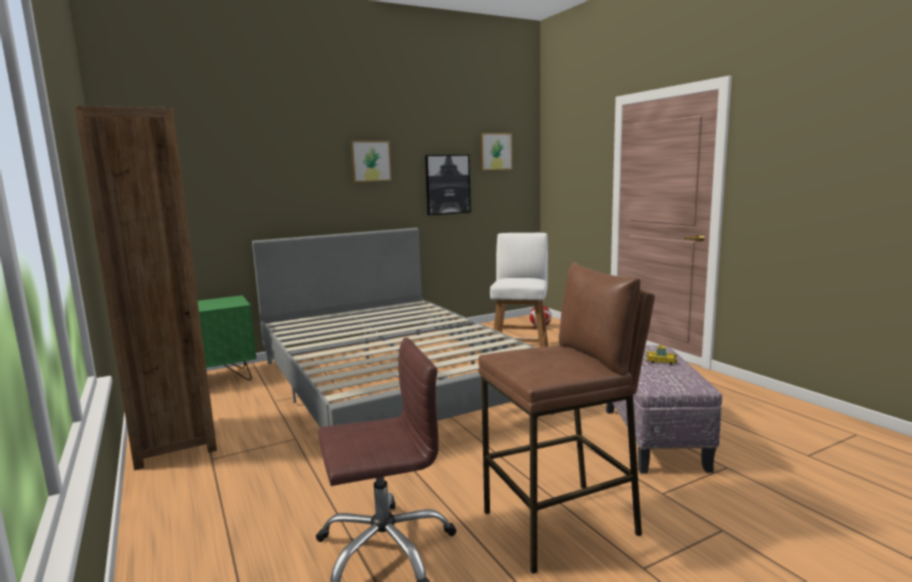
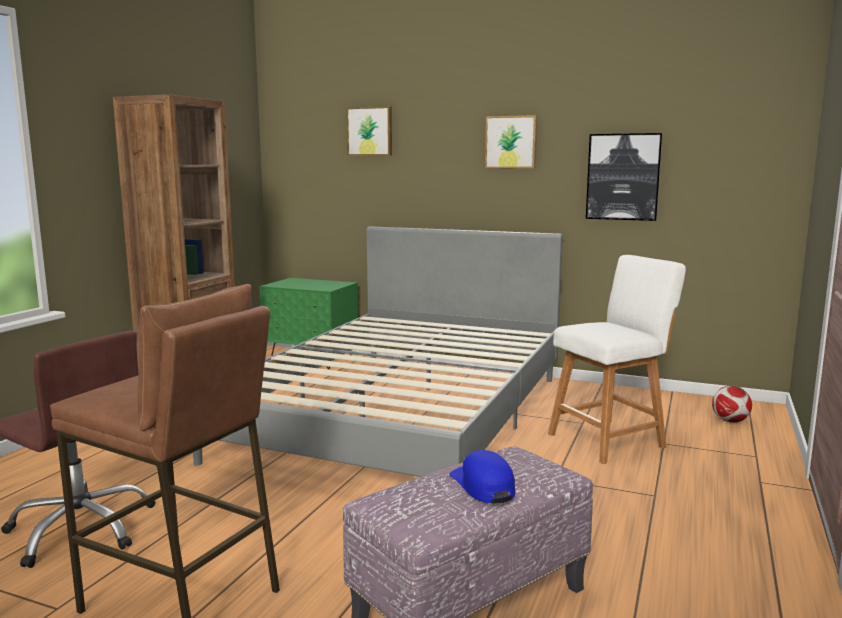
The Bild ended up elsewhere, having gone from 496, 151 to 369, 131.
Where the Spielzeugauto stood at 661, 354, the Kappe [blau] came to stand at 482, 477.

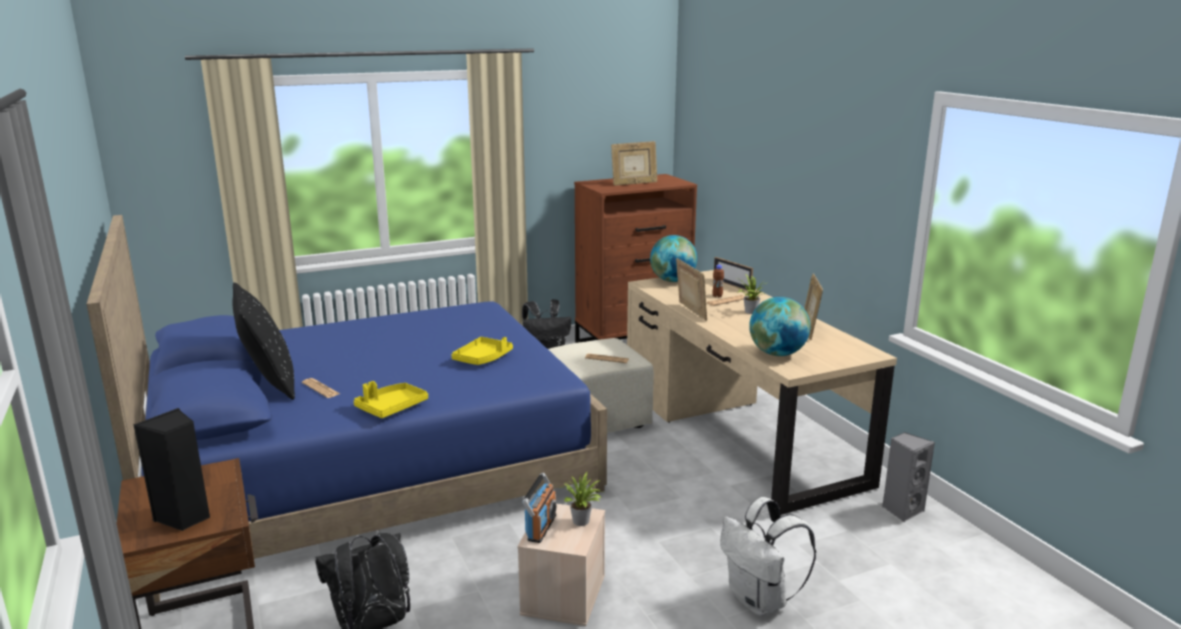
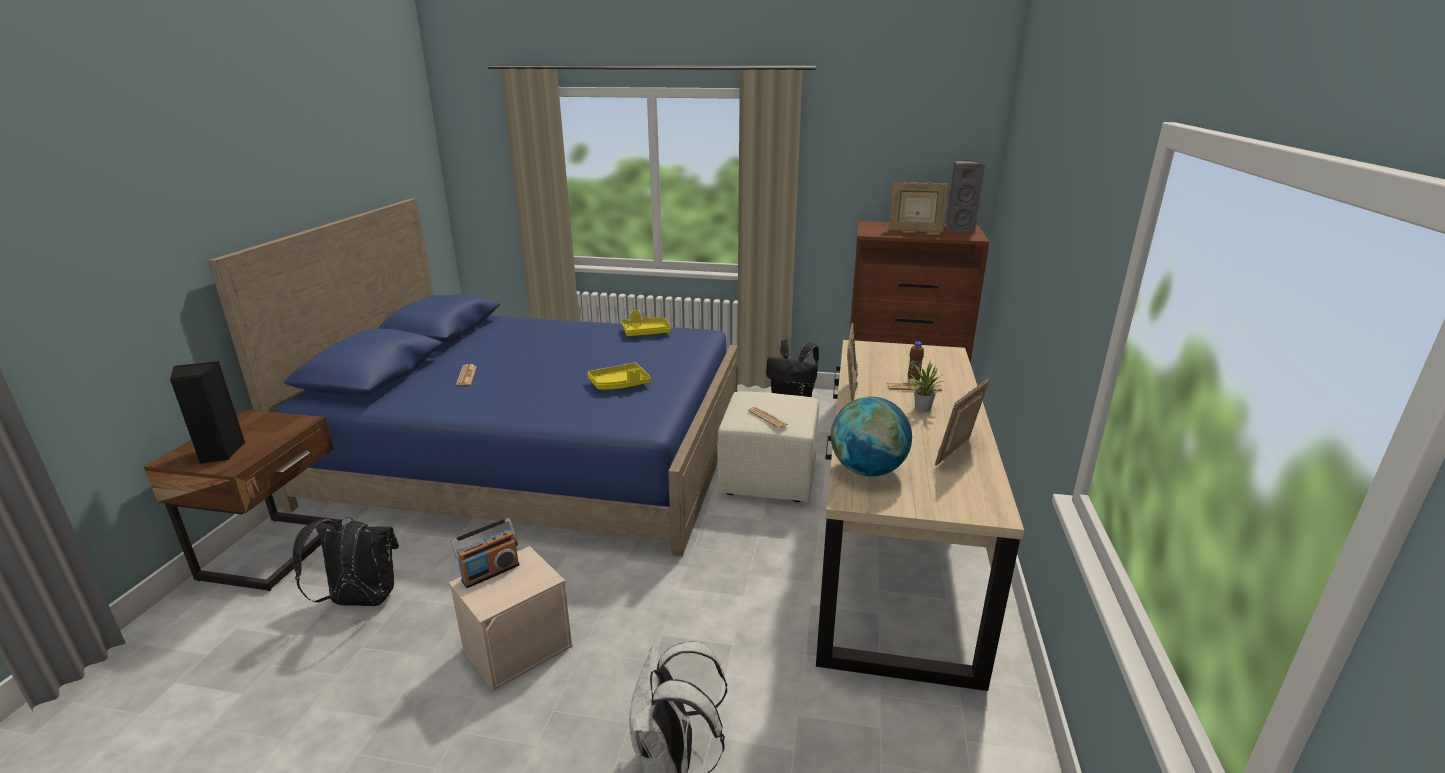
The second view lost the Globus at 673, 258.
The second view lost the Bilderrahmen at 733, 273.
The second view lost the Kissen [schwarz] at 264, 341.
The Tablett [gelb] ended up elsewhere, having gone from 391, 399 to 646, 323.
The Lautsprecher [grau] ended up elsewhere, having gone from 908, 477 to 965, 196.
The second view lost the Topfpflanze at 580, 499.

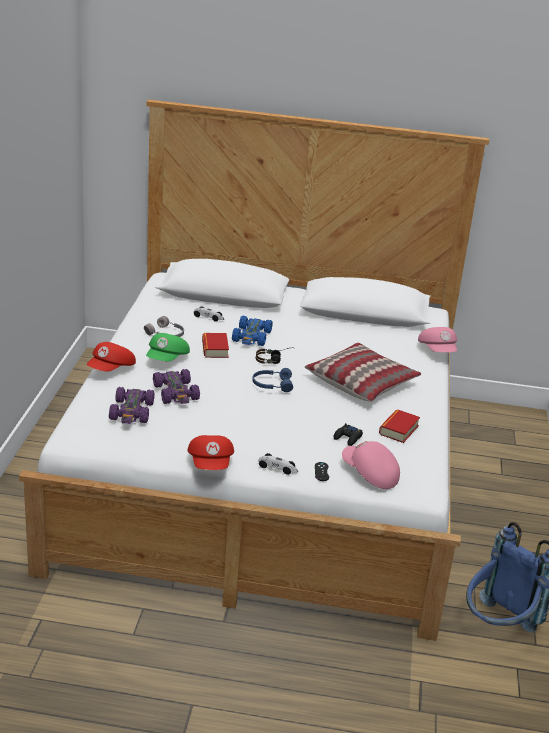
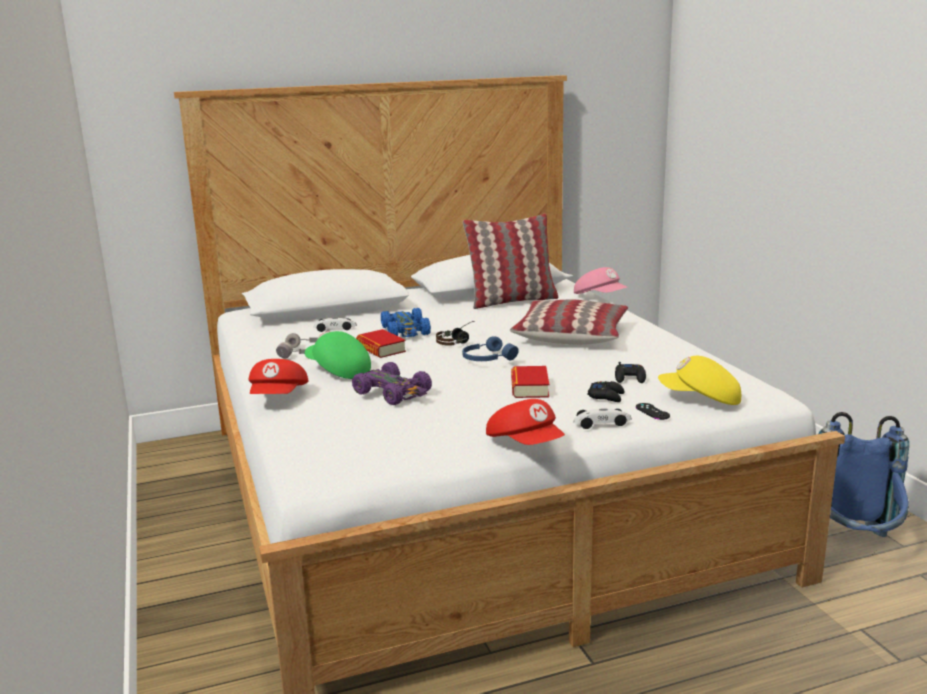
The Kappe [grün] at 168, 347 ended up facing another way, 135 degrees clockwise from before.
The second view lost the Spielzeugauto [lila] at 132, 405.
The Buch ended up elsewhere, having gone from 399, 426 to 530, 382.
What was the Kappe [rosa] at 371, 465 turned into the Kappe [gelb] at 699, 380.
The second view gained the Kissen at 510, 261.
The second view gained the Gamepad [schwarz] at 606, 391.

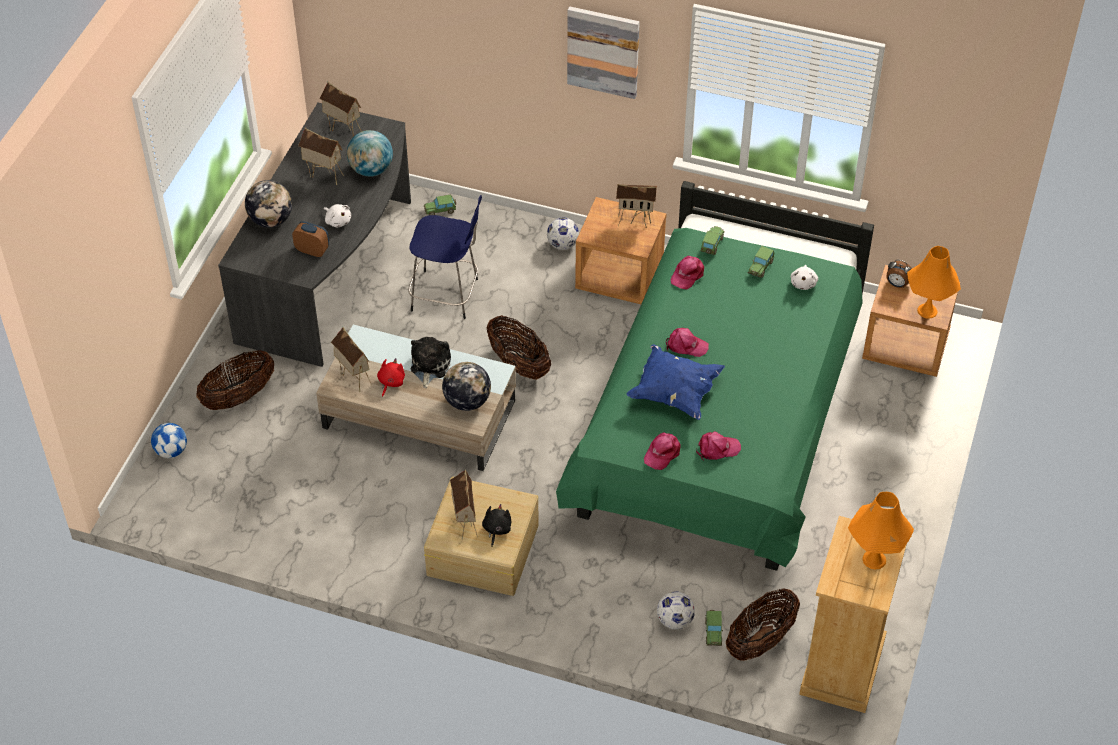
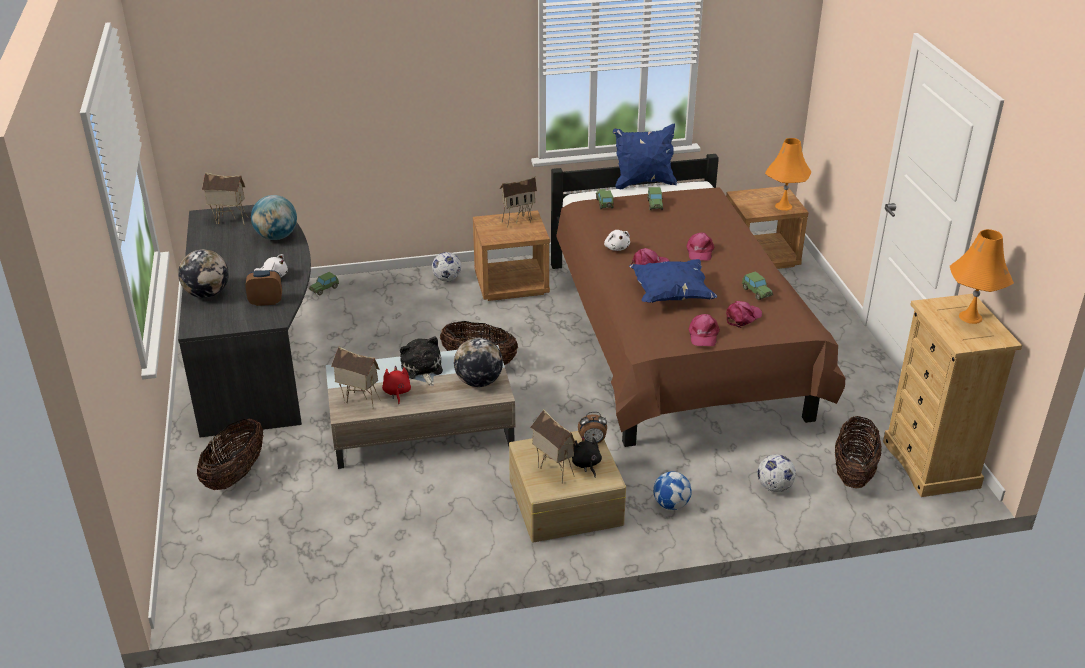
The second view lost the Bild at 603, 52.
The second view lost the Spielzeughaus at 321, 156.
What was the Bett [grün] at 715, 376 turned into the Bett [braun] at 698, 300.
The second view lost the Hocker [blau] at 445, 257.
The Kappe [rosa] ended up elsewhere, having gone from 687, 272 to 700, 246.
The Wecker ended up elsewhere, having gone from 899, 274 to 592, 427.
The Plüschtier [weiß] ended up elsewhere, having gone from 804, 277 to 617, 240.
The Fußball ended up elsewhere, having gone from 169, 440 to 672, 490.
The Spielzeugauto ended up elsewhere, having gone from 714, 628 to 758, 285.
The second view gained the Kissen [blau] at 645, 157.

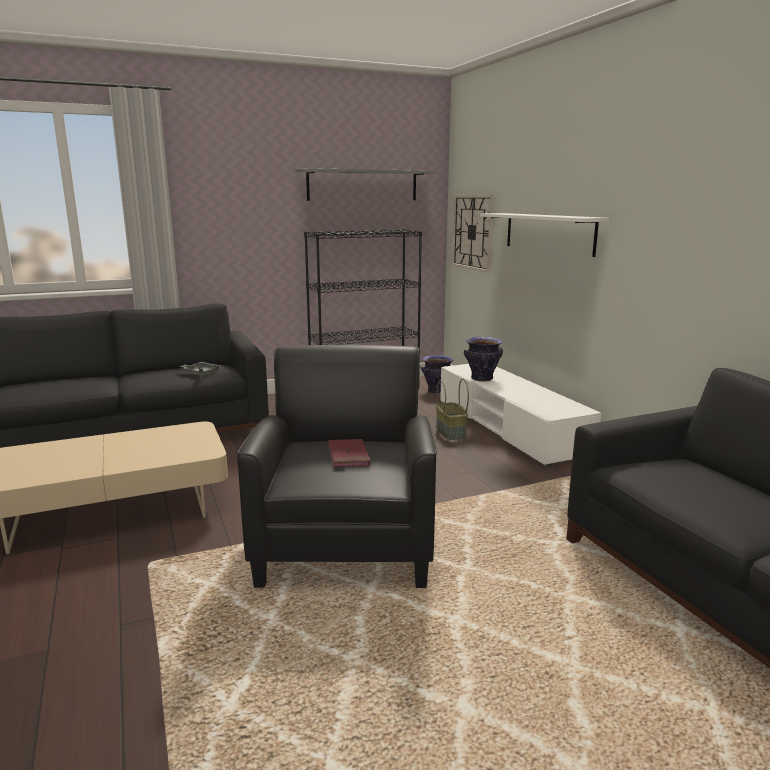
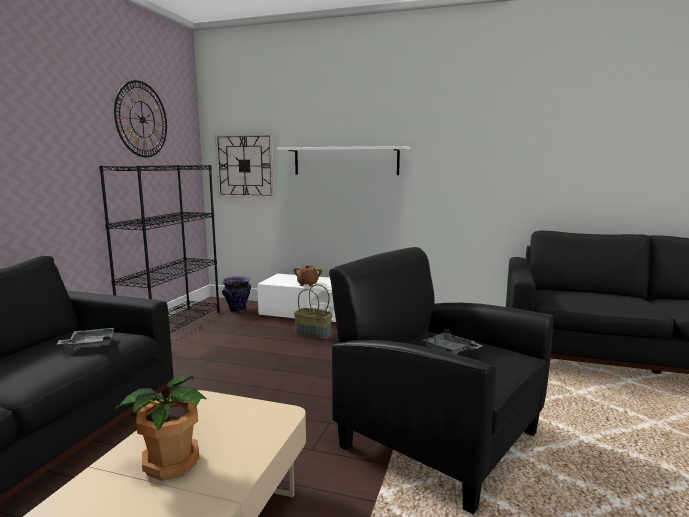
Where the Wandregal [grau] hung at 365, 184, the Wanduhr came to hang at 140, 118.
Where the Vase stood at 483, 359, the Teekanne [braun] came to stand at 307, 275.
Where the Buch [rot] stood at 349, 453, the Tablett [grau] came to stand at 453, 341.
The second view gained the Topfpflanze at 161, 428.

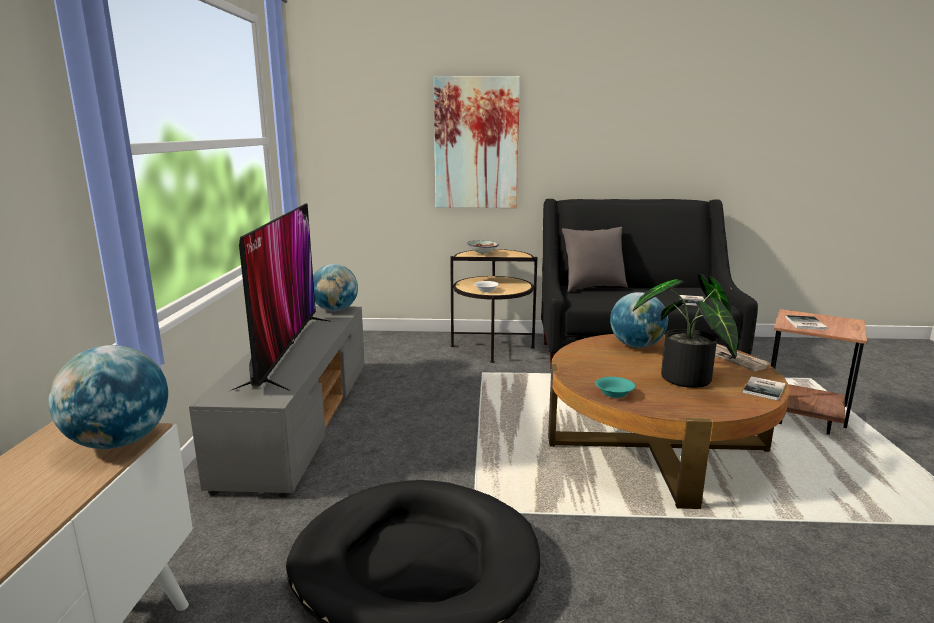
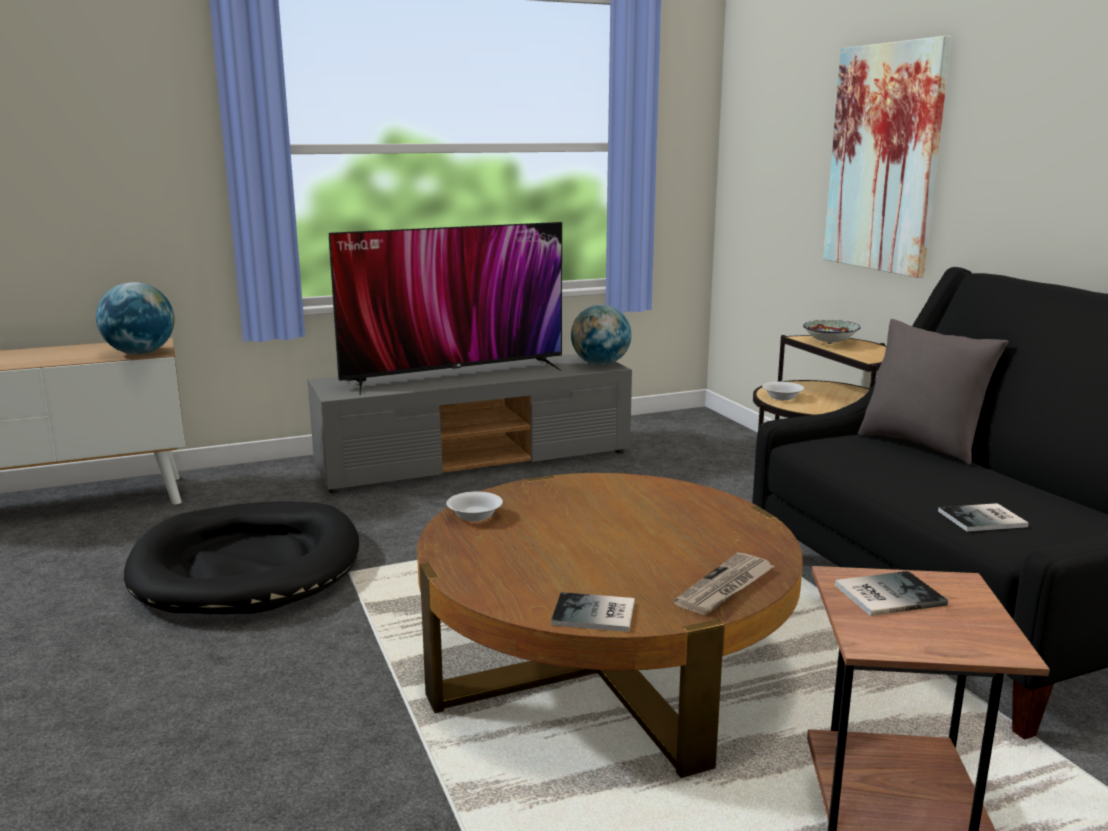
The second view lost the Topfpflanze at 685, 331.
The second view lost the Globus at 639, 320.
What was the Schüssel [türkis] at 615, 387 turned into the Schüssel [weiß] at 474, 507.

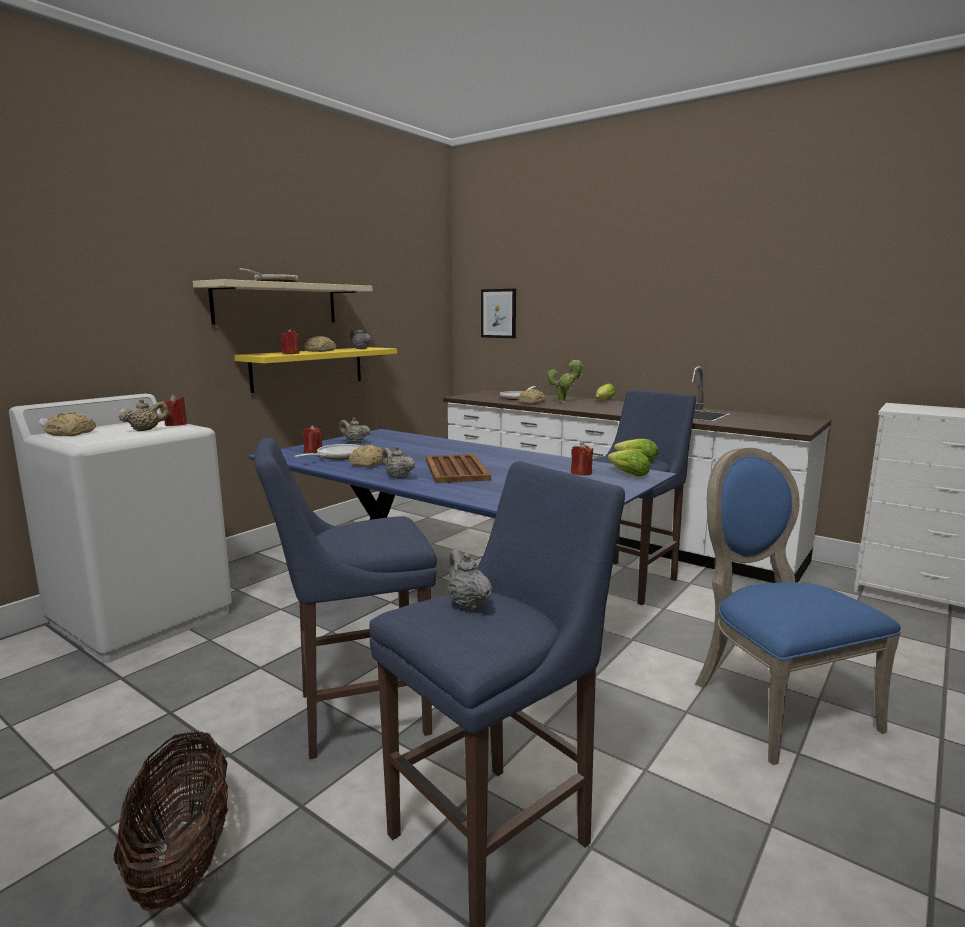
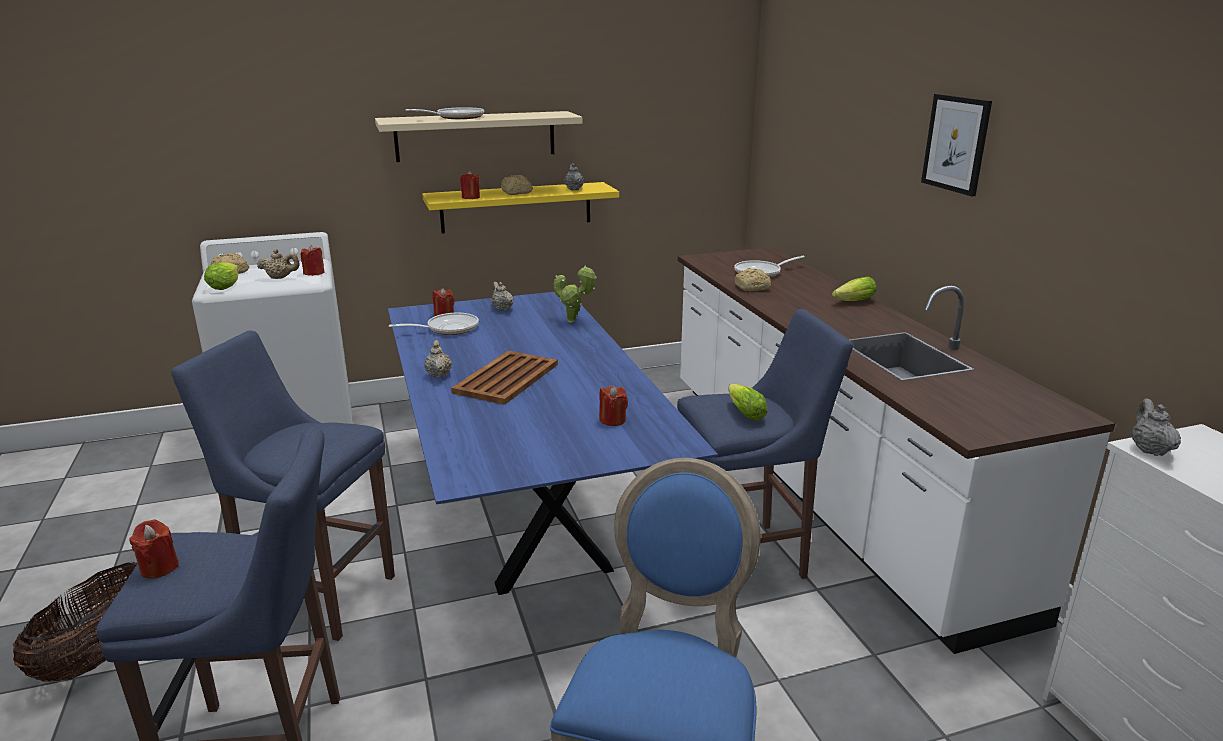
The Bild ended up elsewhere, having gone from 498, 313 to 956, 145.
The Topfpflanze ended up elsewhere, having gone from 565, 381 to 575, 294.
The second view lost the Brot at 366, 456.
The Salatkopf ended up elsewhere, having gone from 629, 463 to 221, 276.
The Teekanne [grau] ended up elsewhere, having gone from 470, 579 to 1156, 427.
The second view gained the Kerze [rot] at 154, 549.

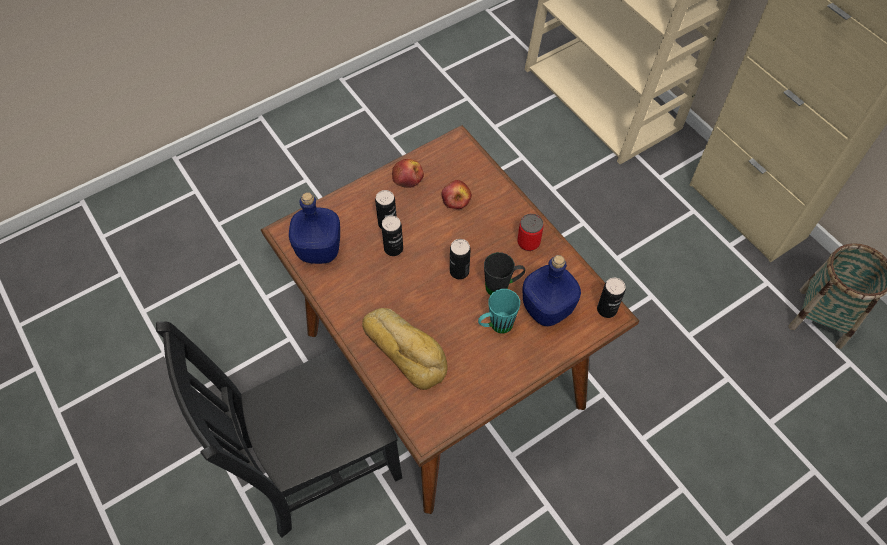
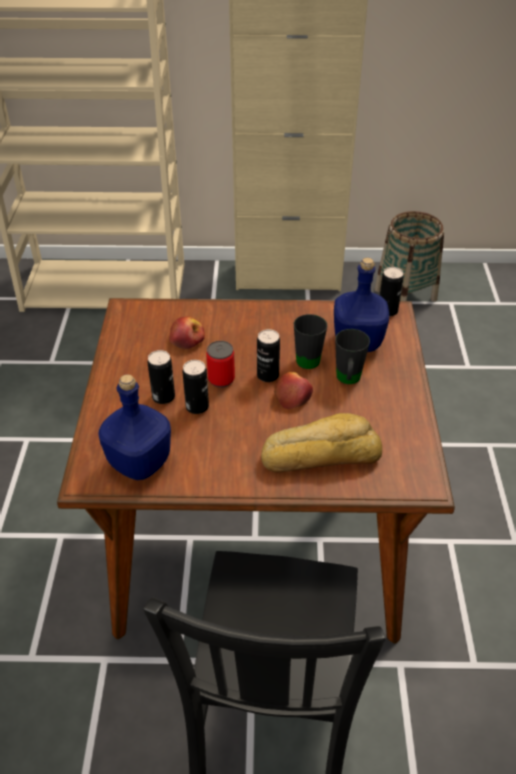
The Apfel ended up elsewhere, having gone from 408, 173 to 293, 390.
The Dose ended up elsewhere, having gone from 530, 232 to 220, 364.
What was the Henkelbecher [türkis] at 499, 311 turned into the Henkelbecher [schwarz] at 352, 356.

